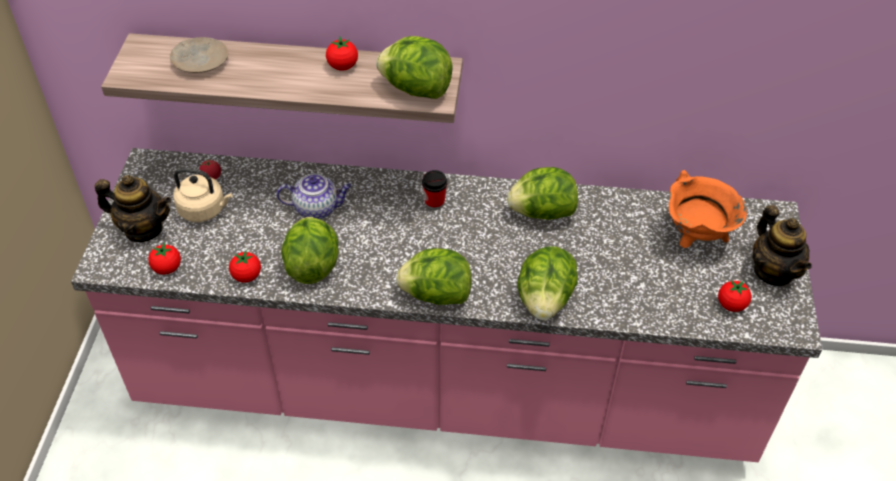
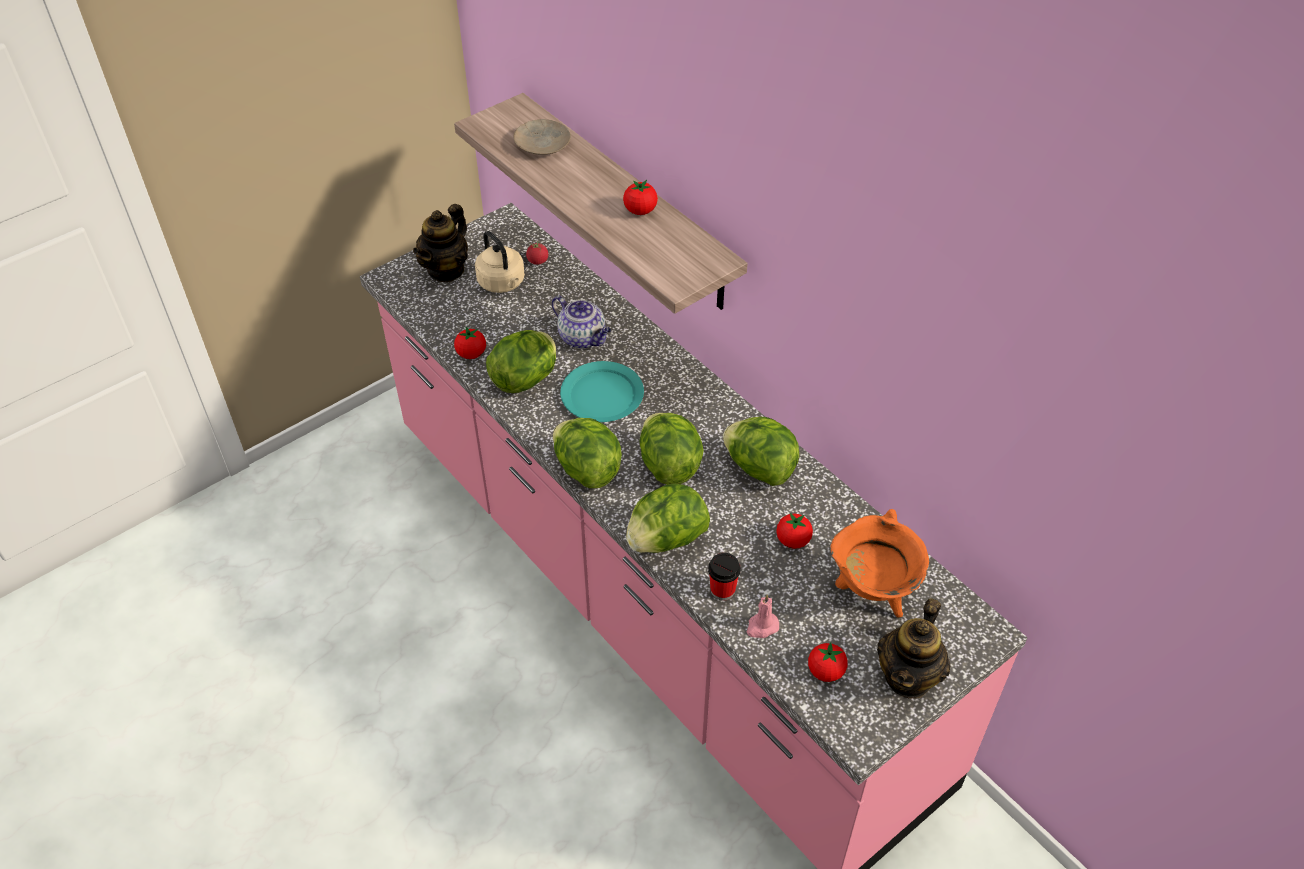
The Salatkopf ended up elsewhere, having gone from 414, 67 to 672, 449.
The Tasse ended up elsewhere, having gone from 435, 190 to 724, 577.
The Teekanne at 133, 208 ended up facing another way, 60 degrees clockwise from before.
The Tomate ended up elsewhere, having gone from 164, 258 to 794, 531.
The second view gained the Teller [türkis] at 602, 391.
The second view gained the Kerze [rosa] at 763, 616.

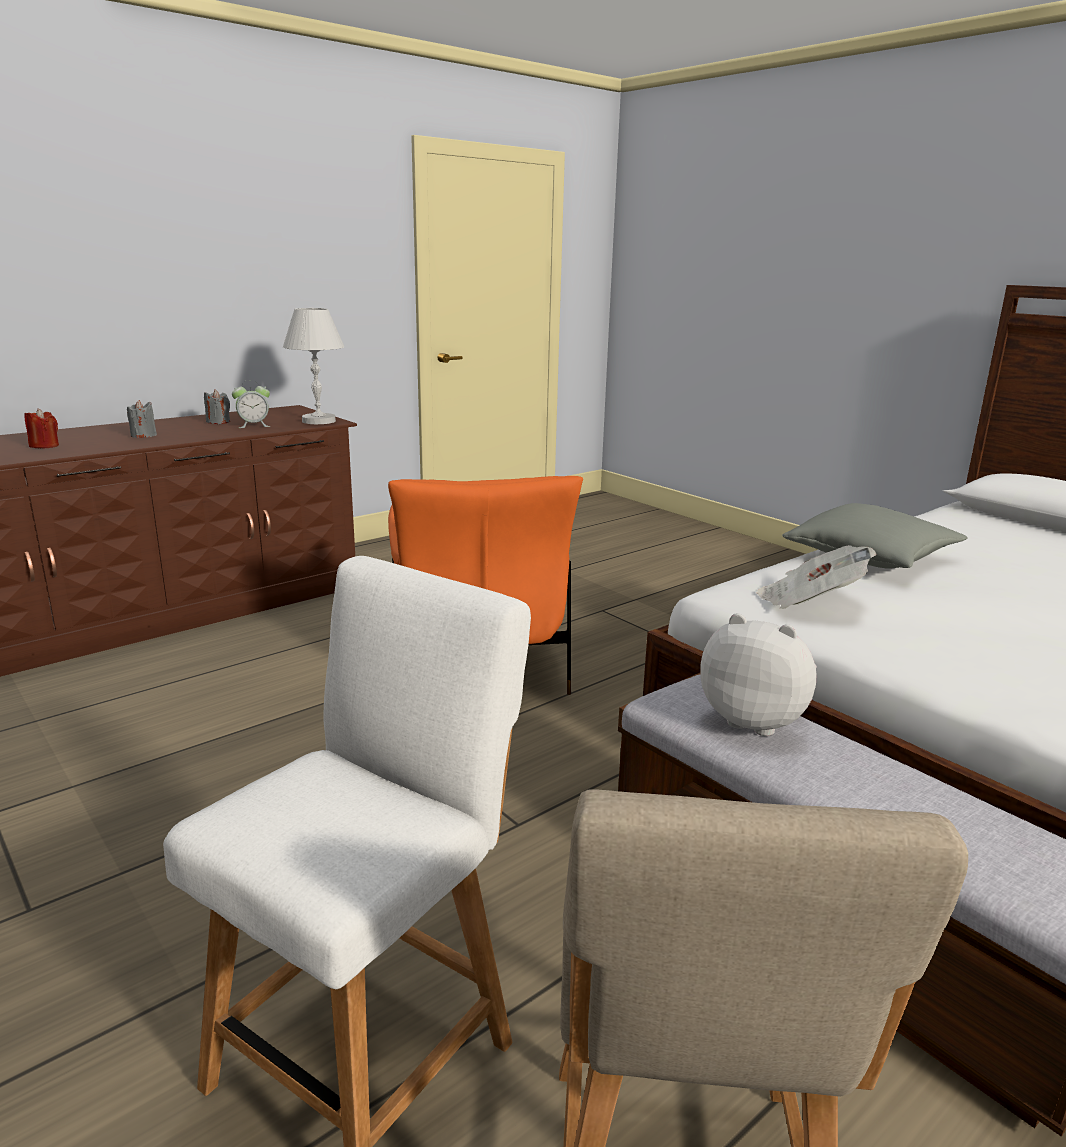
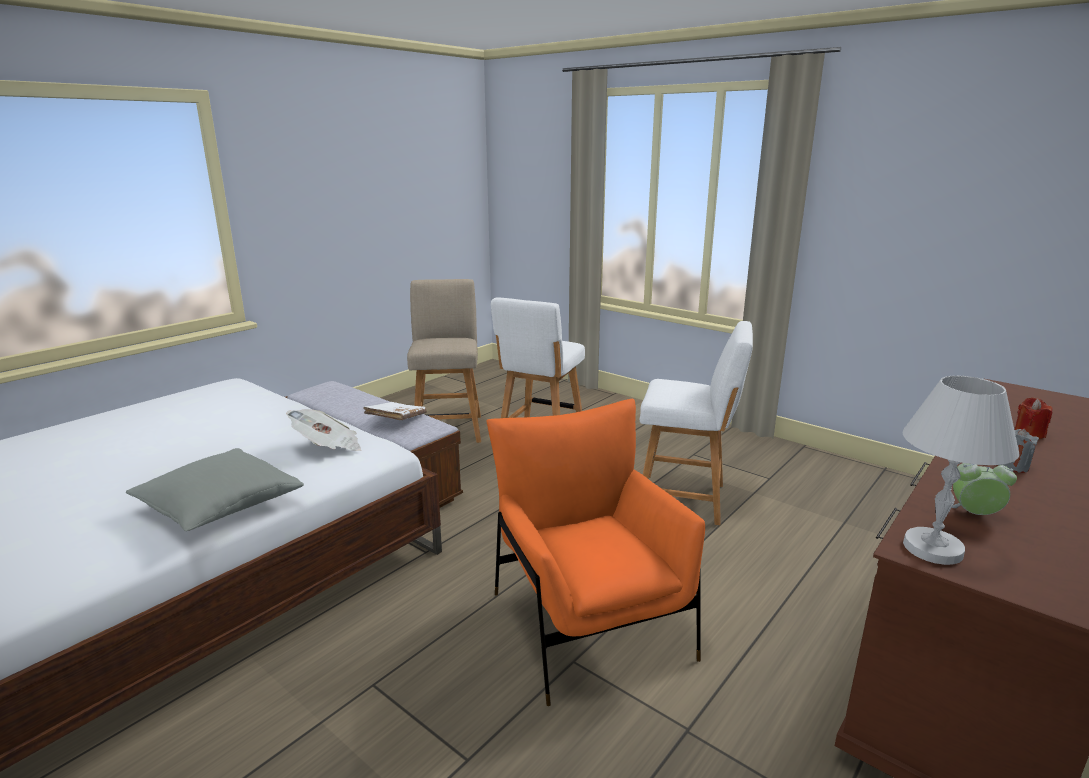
The Wecker at 251, 404 ended up facing another way, 45 degrees clockwise from before.
The second view lost the Kerze [grau] at 217, 406.
Where the Plüschtier stood at 758, 674, the Buch [weiß] came to stand at 395, 411.
The second view gained the Stuhl [weiß] at 696, 423.

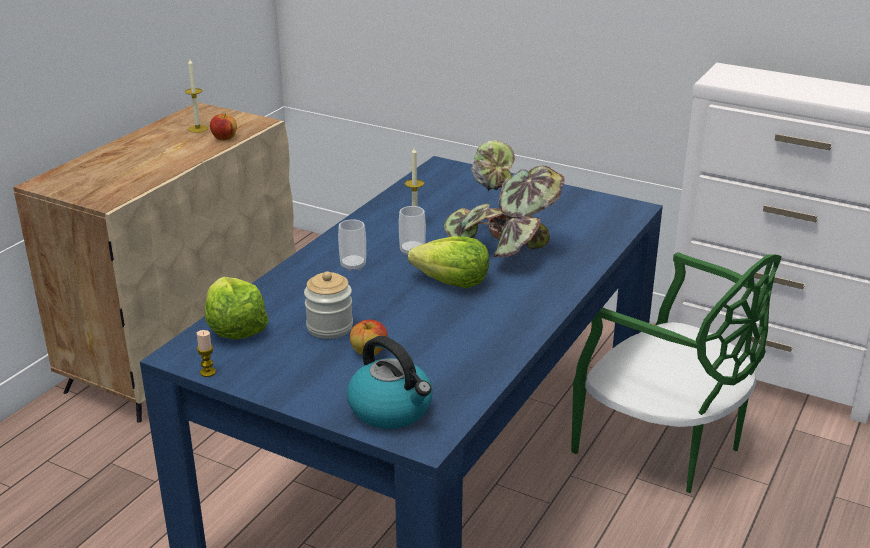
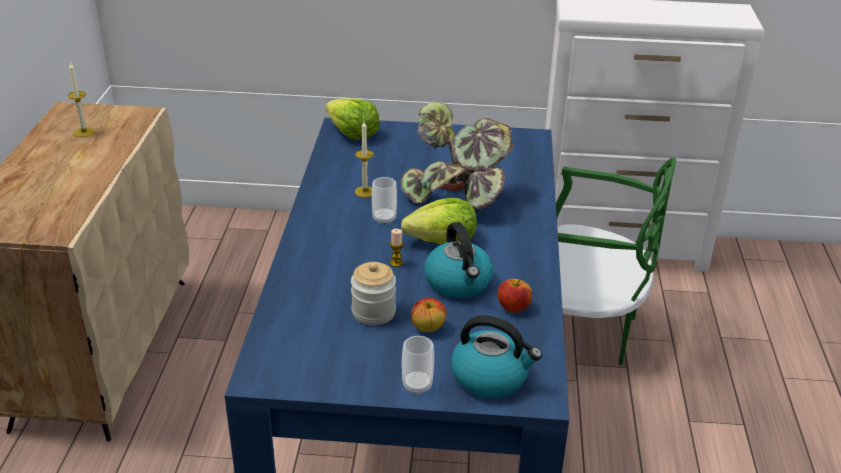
The Apfel ended up elsewhere, having gone from 223, 126 to 515, 296.
The Tasse ended up elsewhere, having gone from 352, 245 to 418, 365.
The Salatkopf ended up elsewhere, having gone from 237, 308 to 352, 119.
The Kerze ended up elsewhere, having gone from 206, 353 to 396, 248.
The second view gained the Wasserkessel at 458, 260.

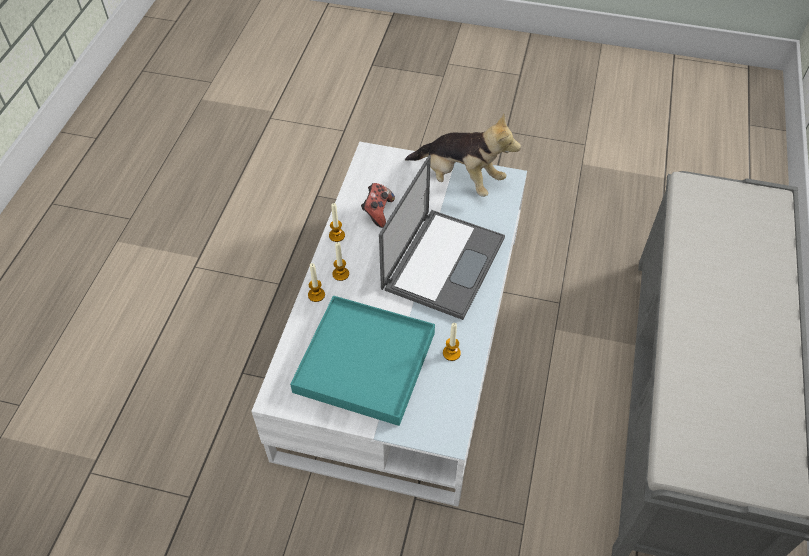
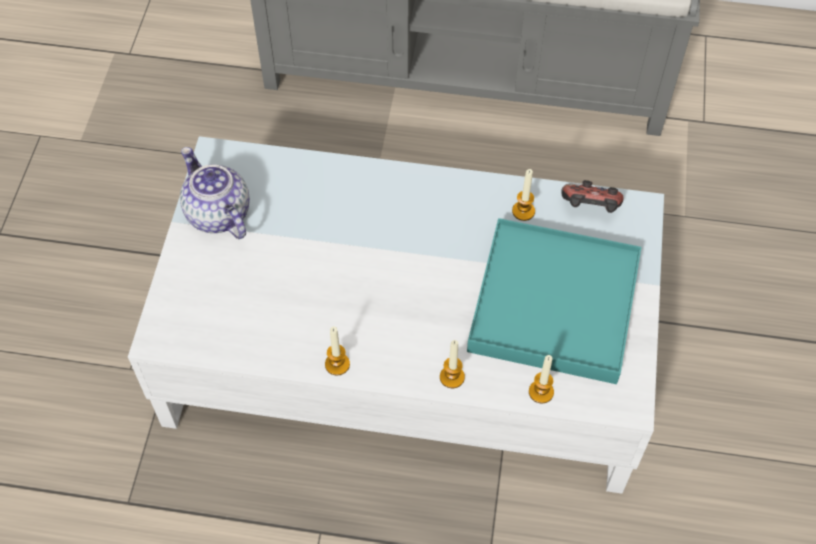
Where the Plüschtier stood at 463, 155, the Teekanne came to stand at 215, 193.
The second view lost the Laptop at 442, 237.
The Gamepad ended up elsewhere, having gone from 378, 205 to 592, 196.
The Kerze ended up elsewhere, having gone from 340, 261 to 541, 379.

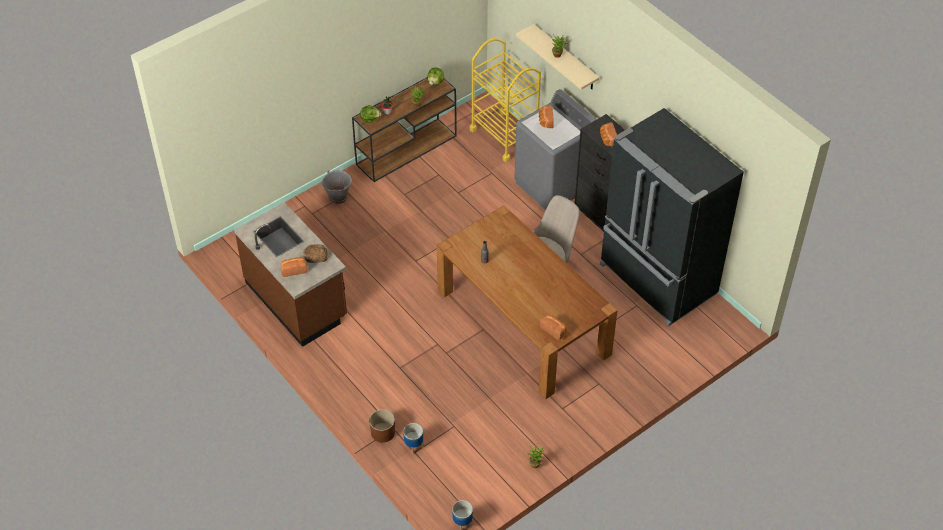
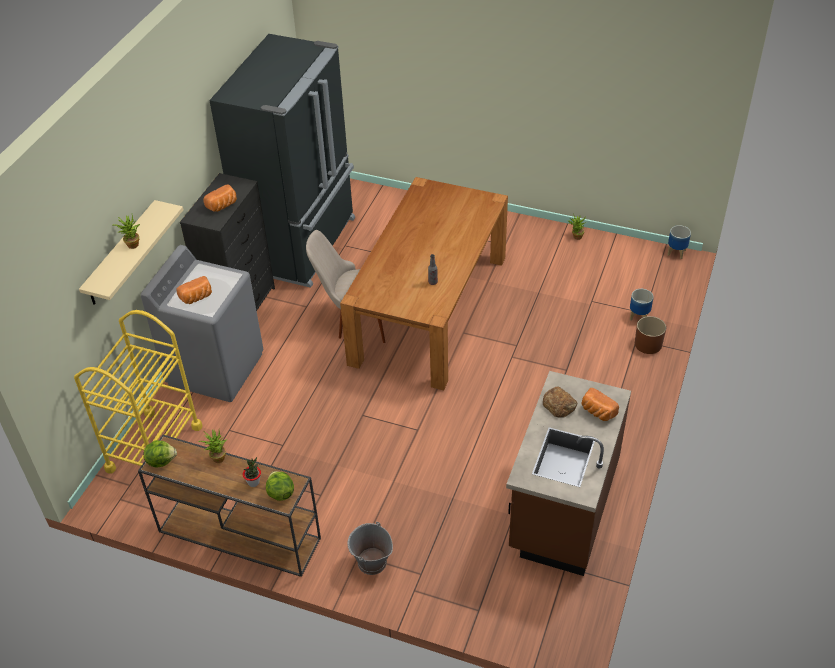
The second view lost the Brot at 553, 327.

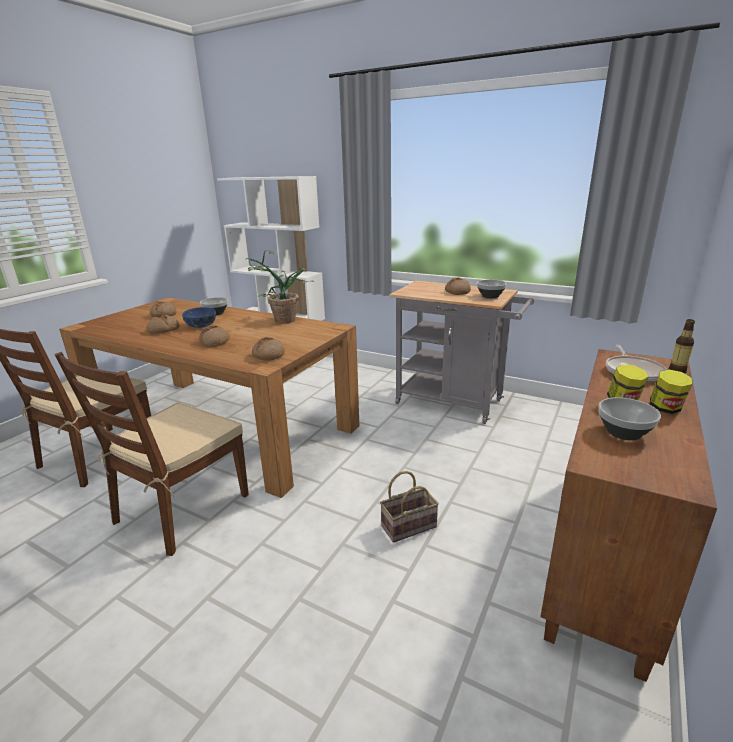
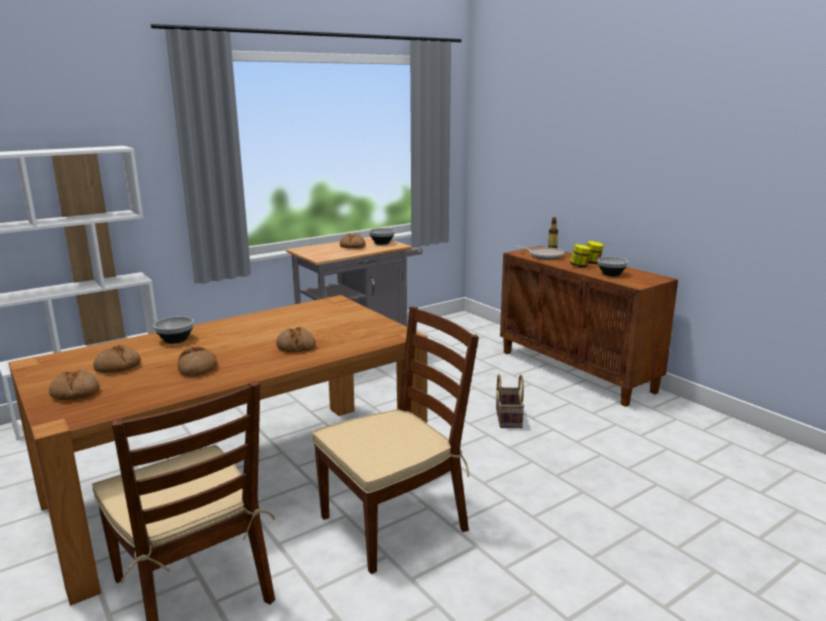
The second view lost the Topfpflanze at 279, 287.
The second view lost the Schüssel [blau] at 199, 317.
The Brot ended up elsewhere, having gone from 268, 349 to 74, 384.
The Stuhl [braun] at 151, 454 ended up facing another way, 90 degrees counterclockwise from before.

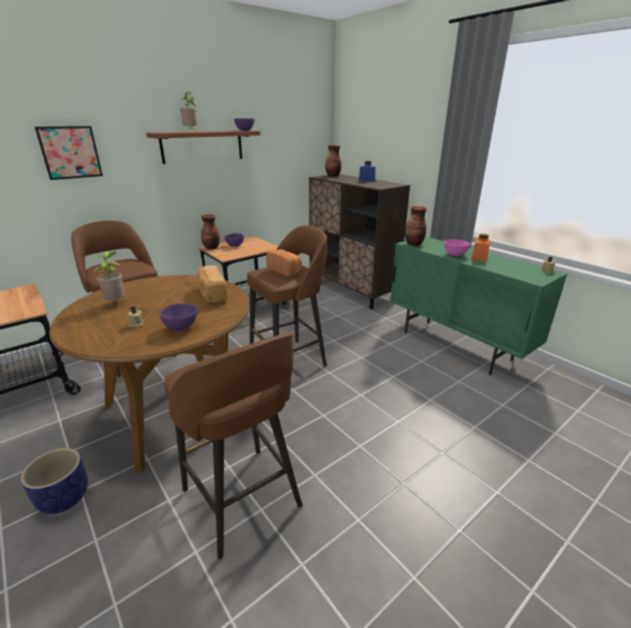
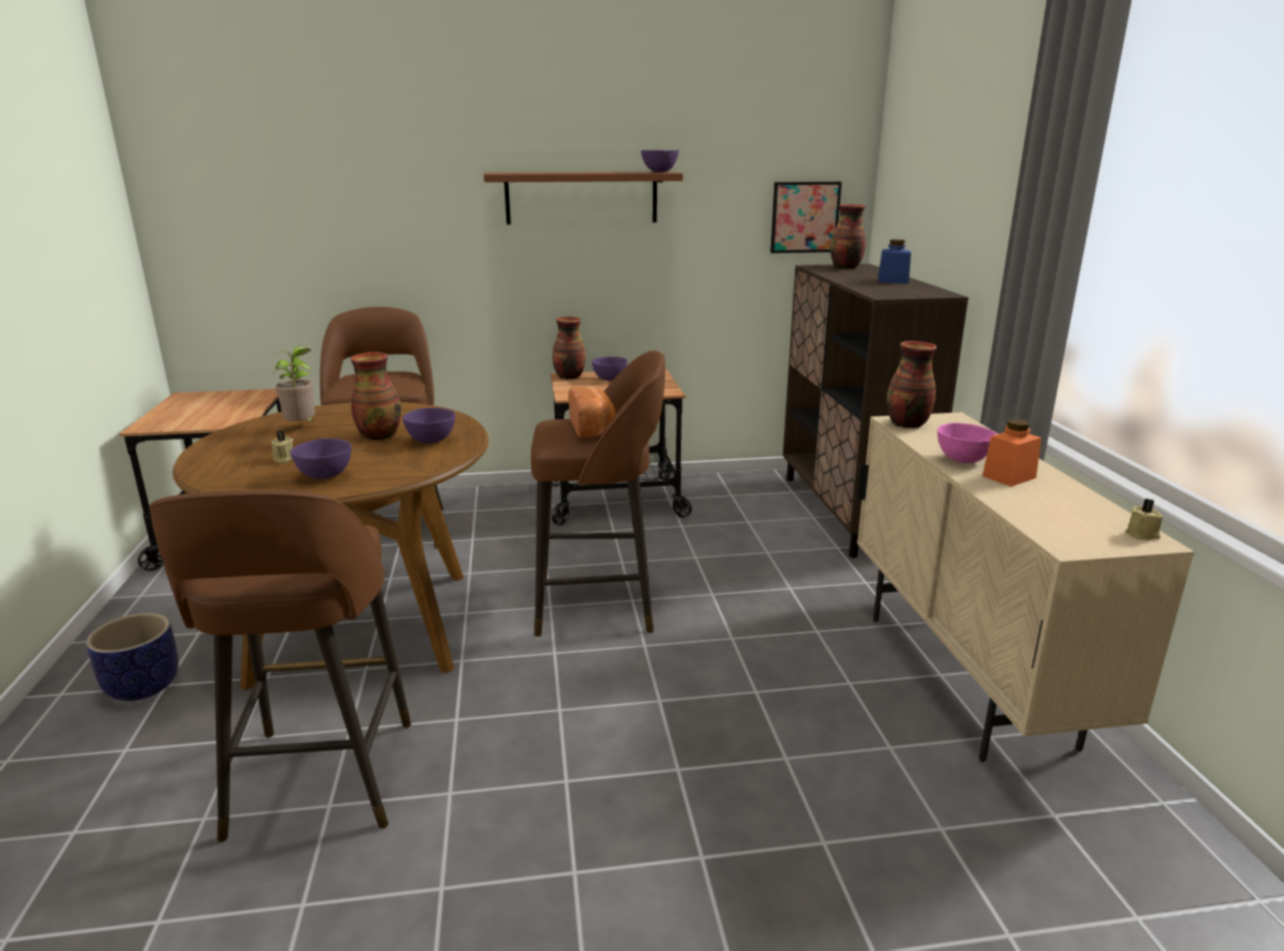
The second view lost the Topfpflanze at 188, 111.
The Bild ended up elsewhere, having gone from 69, 153 to 806, 217.
What was the Schrank [grün] at 479, 305 turned into the Schrank [beige] at 1025, 587.
Where the Brot stood at 212, 284, the Schüssel [lila] came to stand at 428, 426.
The second view gained the Vase at 376, 396.

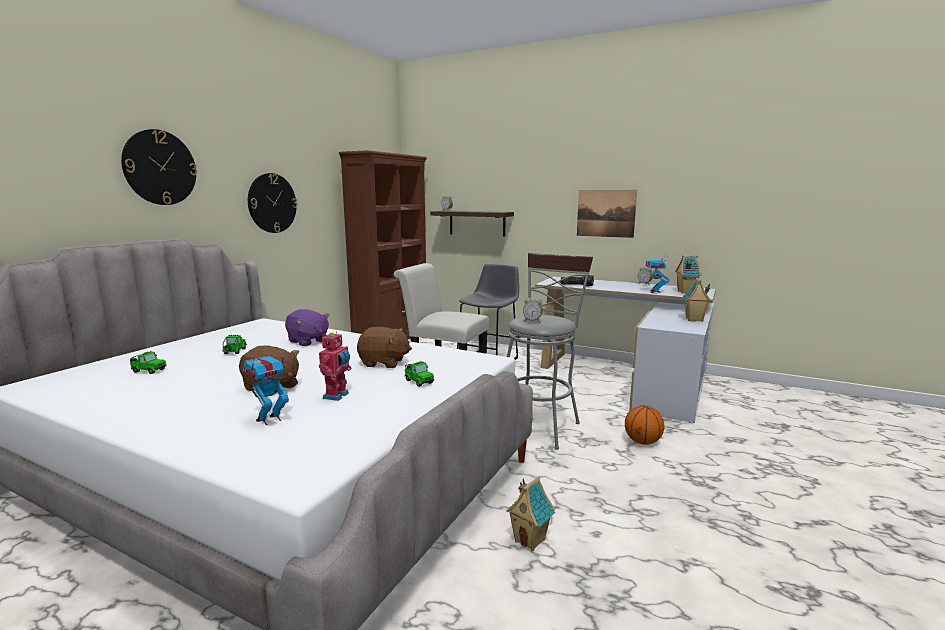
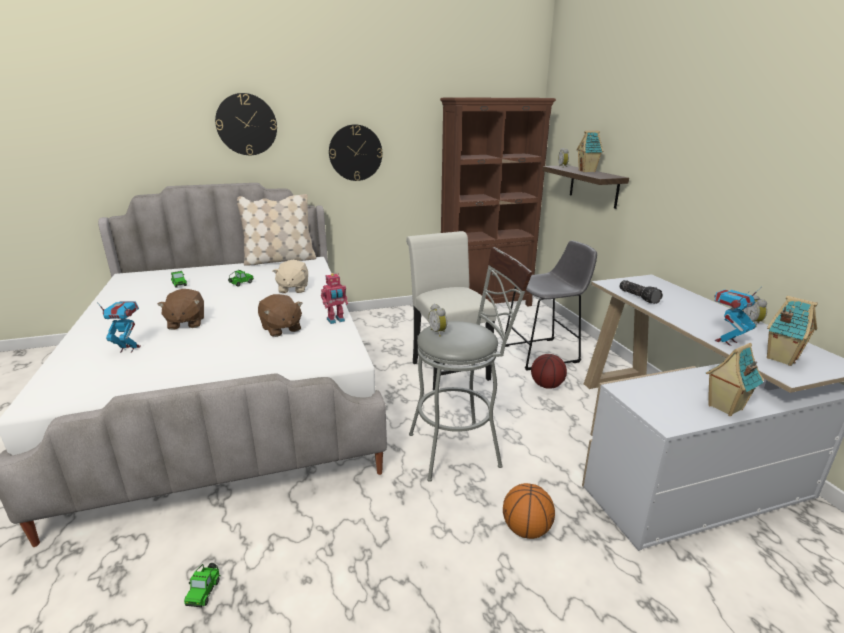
The second view lost the Bild at 607, 214.
What was the Plüschtier [lila] at 307, 327 turned into the Plüschtier [beige] at 290, 276.
The Spielzeugroboter ended up elsewhere, having gone from 335, 366 to 334, 298.
The Spielzeugauto ended up elsewhere, having gone from 419, 374 to 202, 585.
The Spielzeughaus ended up elsewhere, having gone from 530, 513 to 590, 151.
The second view gained the Kissen [beige] at 276, 230.
The second view gained the Basketball at 549, 371.

